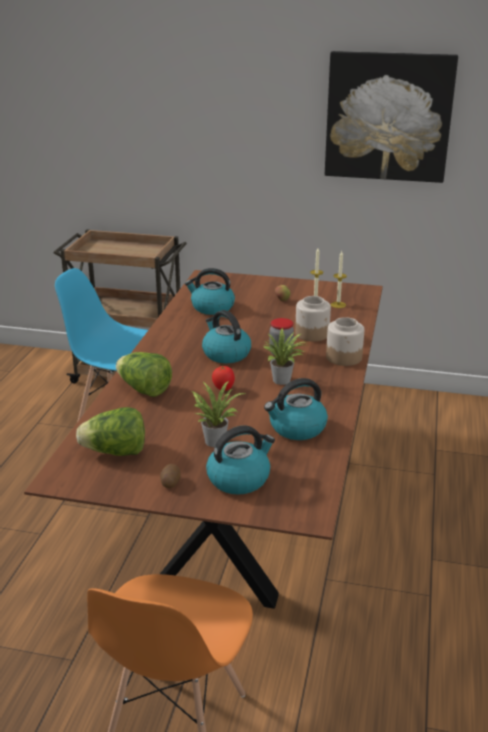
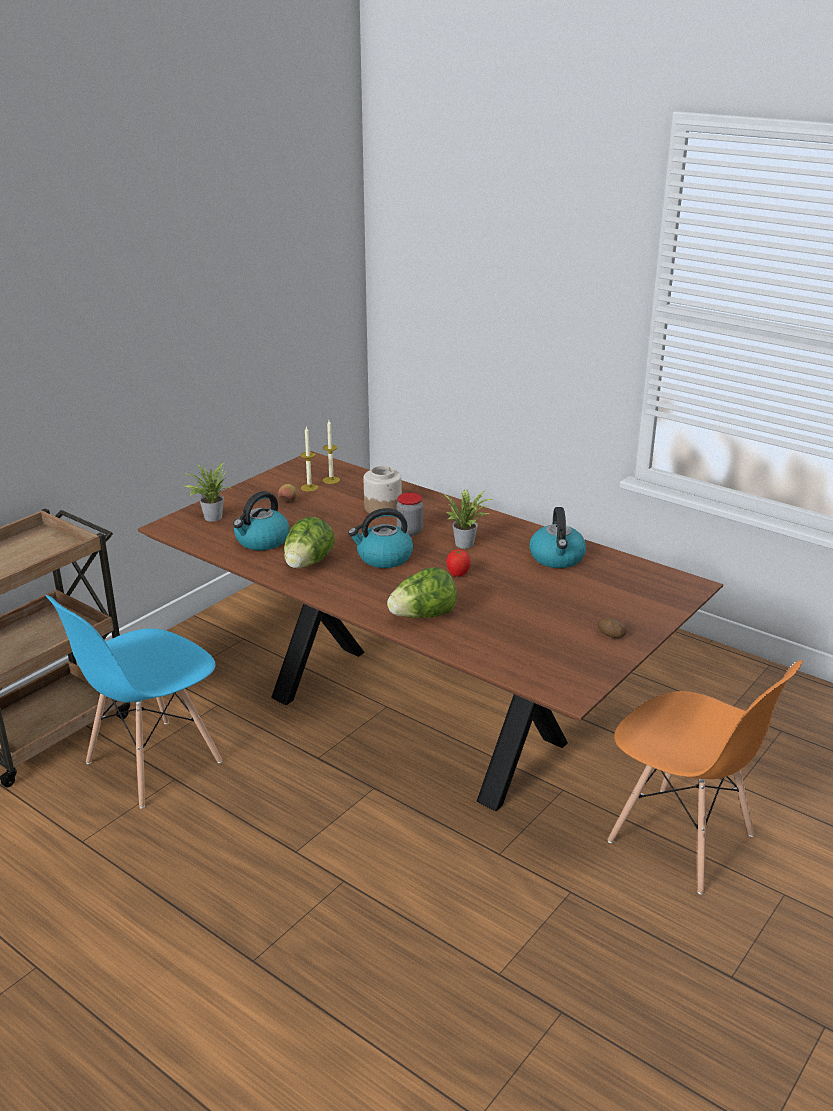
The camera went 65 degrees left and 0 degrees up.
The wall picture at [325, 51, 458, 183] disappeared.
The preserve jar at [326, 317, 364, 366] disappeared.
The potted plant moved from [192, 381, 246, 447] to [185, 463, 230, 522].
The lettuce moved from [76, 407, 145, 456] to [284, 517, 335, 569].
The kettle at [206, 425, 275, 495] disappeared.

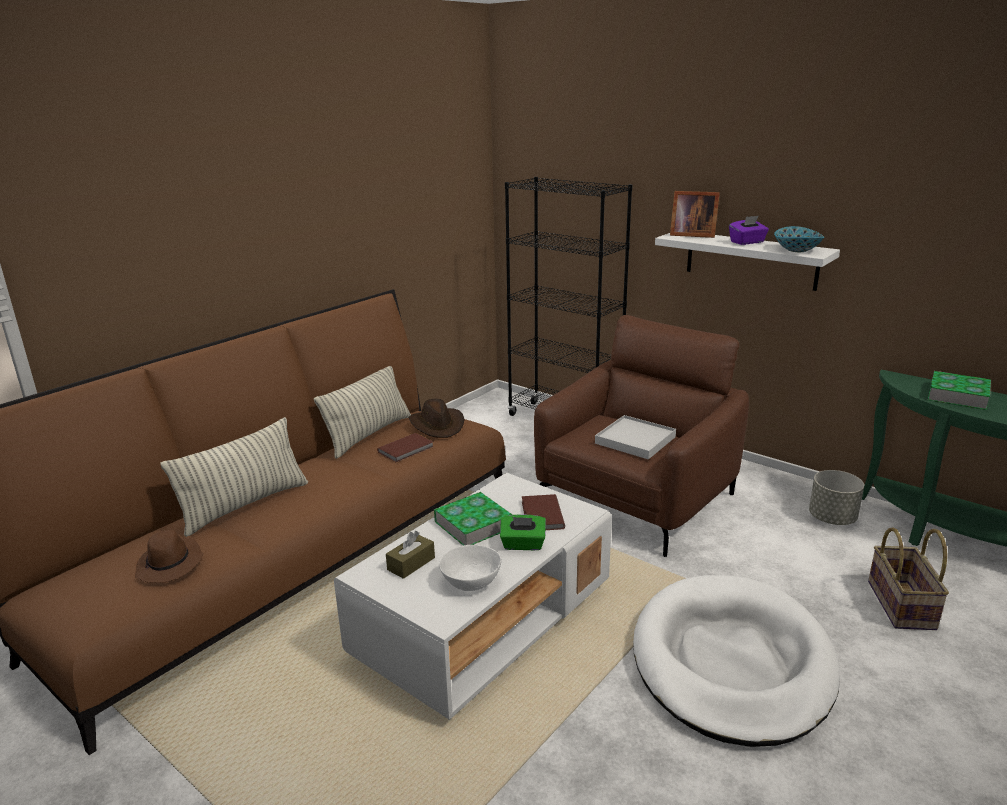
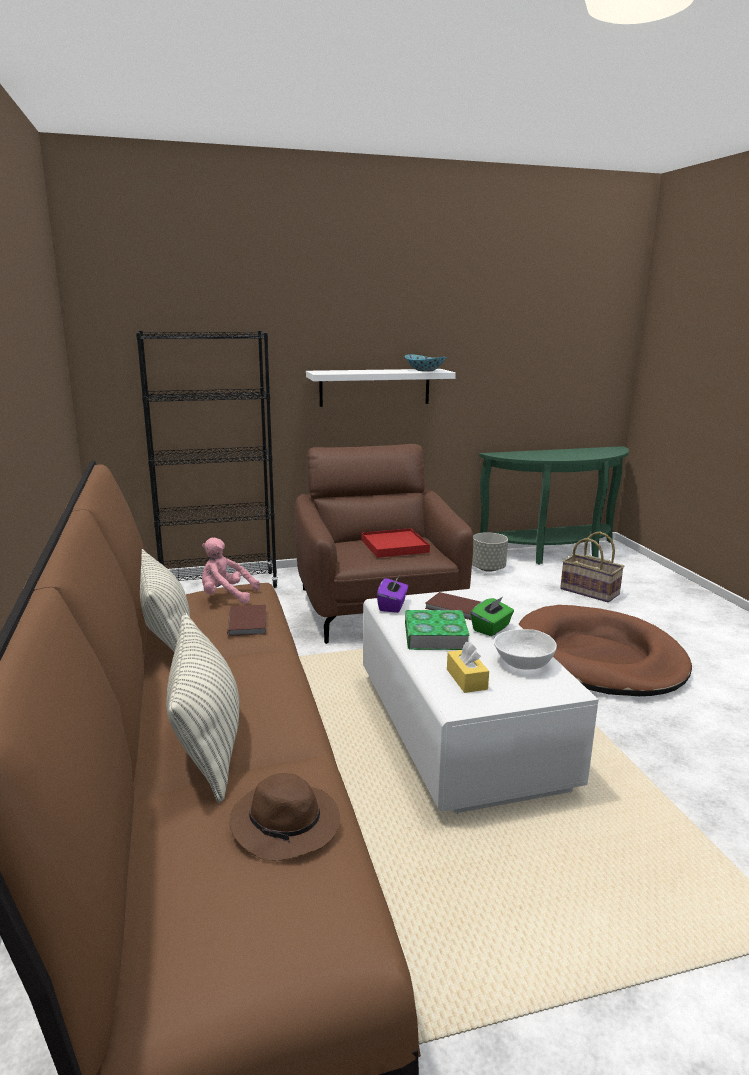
The camera went 55 degrees left and 5 degrees down.
The standing frame at [670, 191, 720, 238] disappeared.
The tissue box (purplish) moved from [729, 216, 769, 245] to [377, 576, 408, 613].
The book at [928, 371, 991, 410] disappeared.
The clothing hat (brownish) at [409, 399, 465, 438] was replaced by the soft toy (pinkish) at [202, 538, 260, 604].
The carrying tray (whitish) at [595, 415, 676, 459] became the carrying tray (reddish) at [361, 528, 430, 558].
The tissue box (brownish) at [386, 531, 435, 579] became the tissue box (yellowish) at [447, 642, 489, 693].
The pet bed (whitish) at [633, 575, 840, 747] became the pet bed (brownish) at [519, 605, 692, 696].

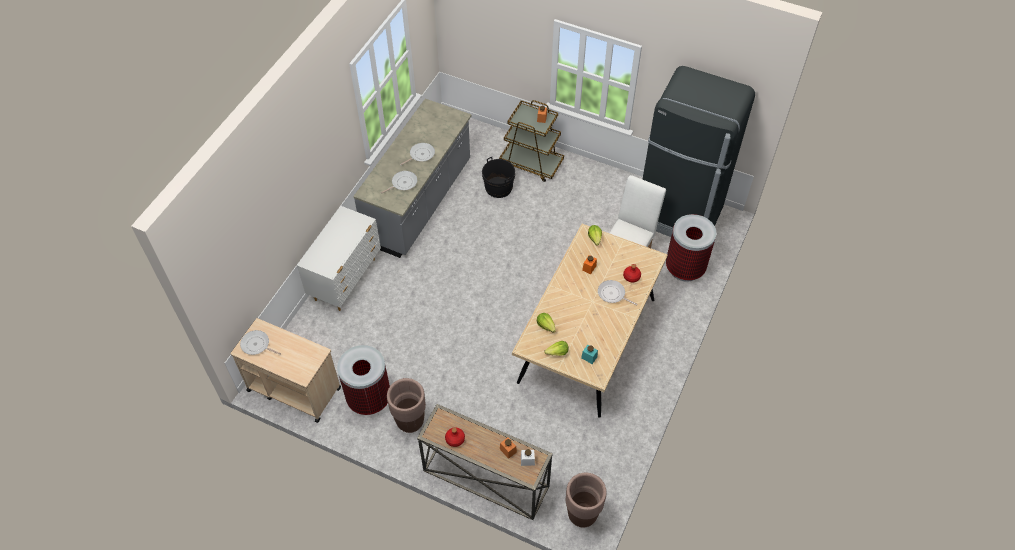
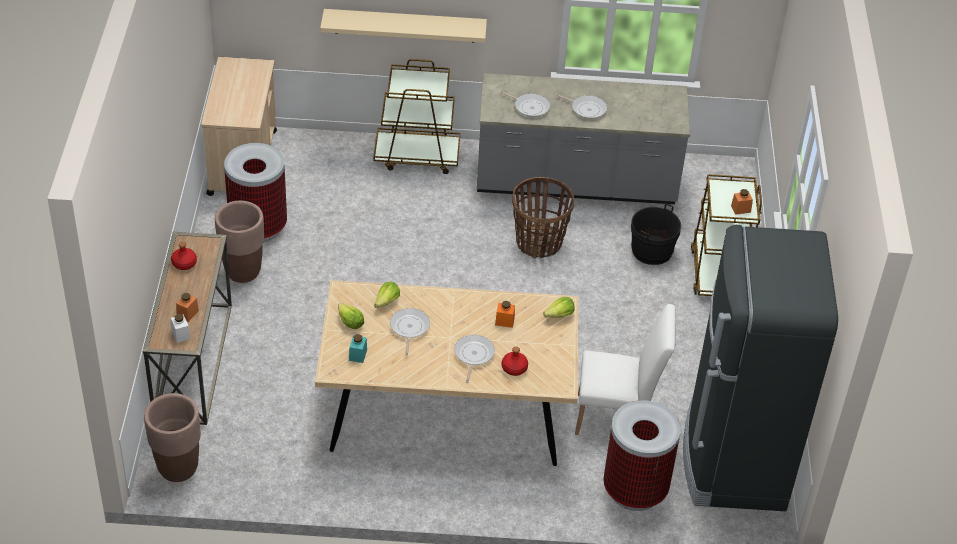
The camera went 65 degrees right and 10 degrees down.
The chest of drawers (whitish) at [297, 206, 381, 311] was replaced by the wheeled cart (brownish) at [373, 59, 460, 174].
The frying pan moved from [240, 330, 281, 355] to [390, 308, 430, 355].
The bracket shelf (beige-coloured) at [320, 9, 487, 43] appeared.
The storage basket at [512, 177, 574, 258] appeared.

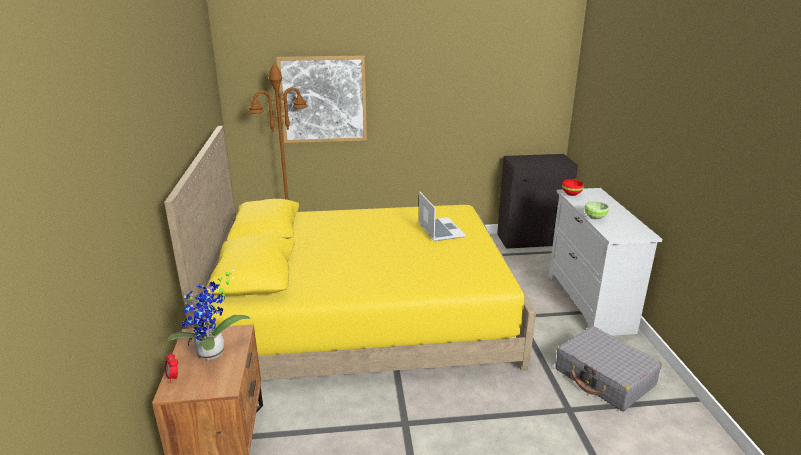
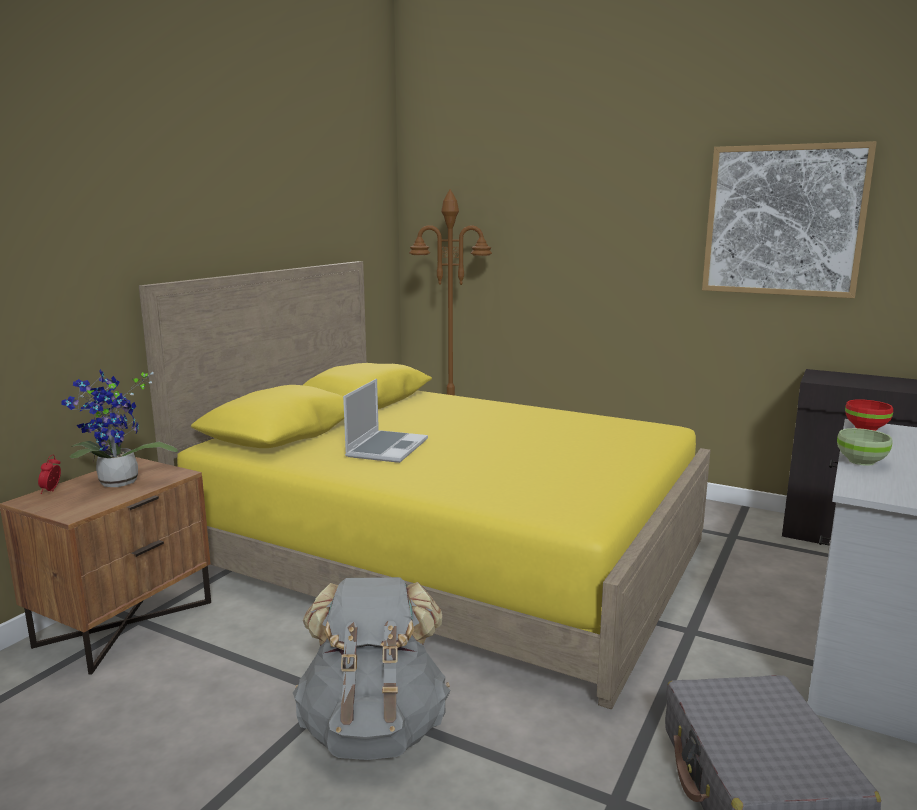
The camera went 35 degrees right and 10 degrees down.
The wall picture moved from [276, 55, 367, 143] to [702, 141, 877, 298].
The portable computer moved from [418, 192, 465, 241] to [343, 379, 428, 463].
The rucksack (gray) at [293, 577, 450, 760] appeared.

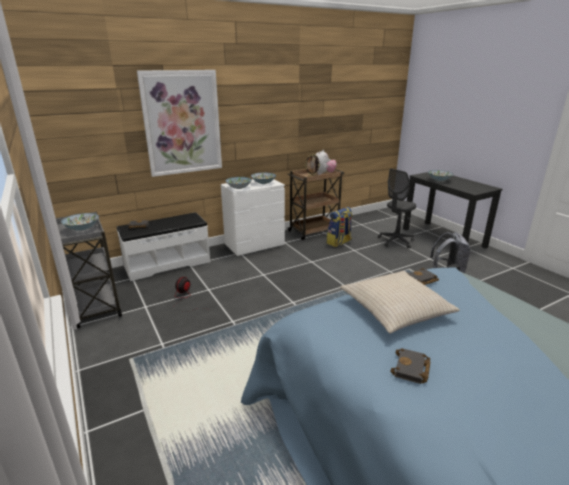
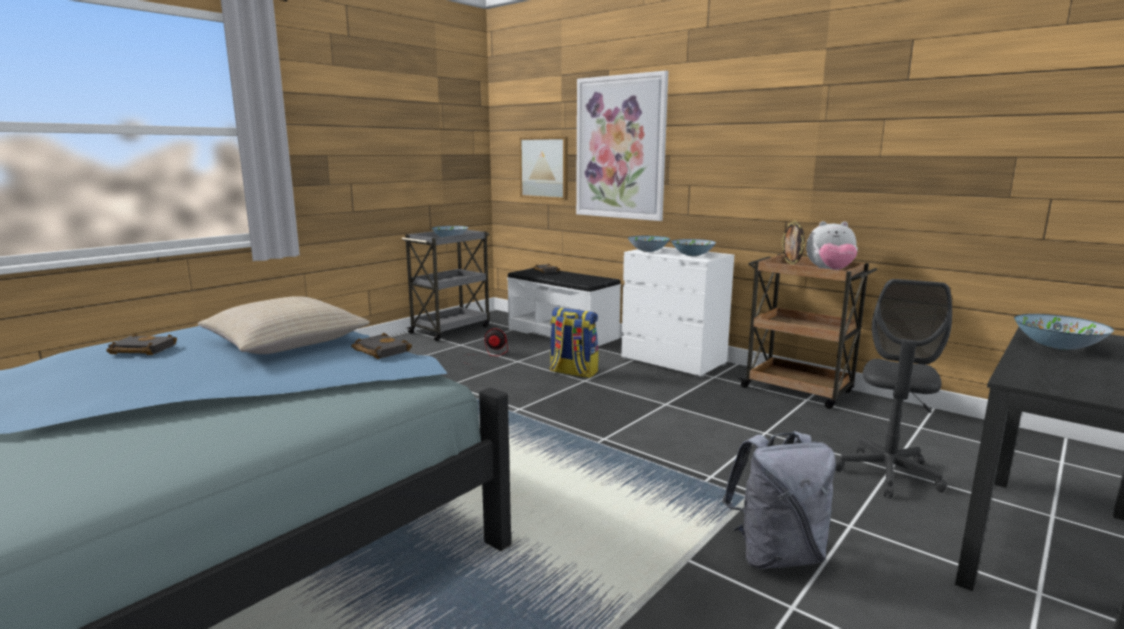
The camera went 70 degrees right and 10 degrees down.
The desk chair (gray) at [378, 169, 416, 248] turned 90 degrees counterclockwise.
The rucksack moved from [327, 207, 353, 247] to [550, 307, 599, 378].
The wall picture at [519, 137, 568, 200] appeared.

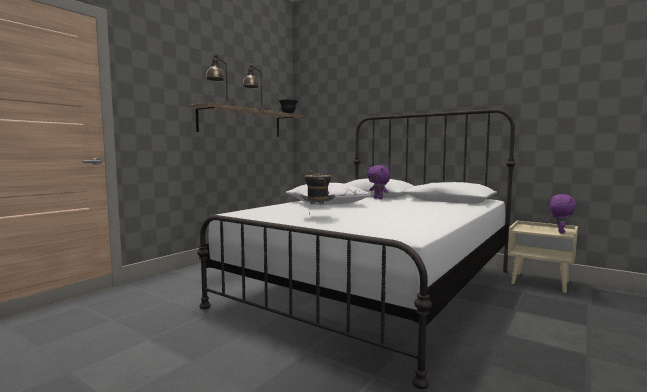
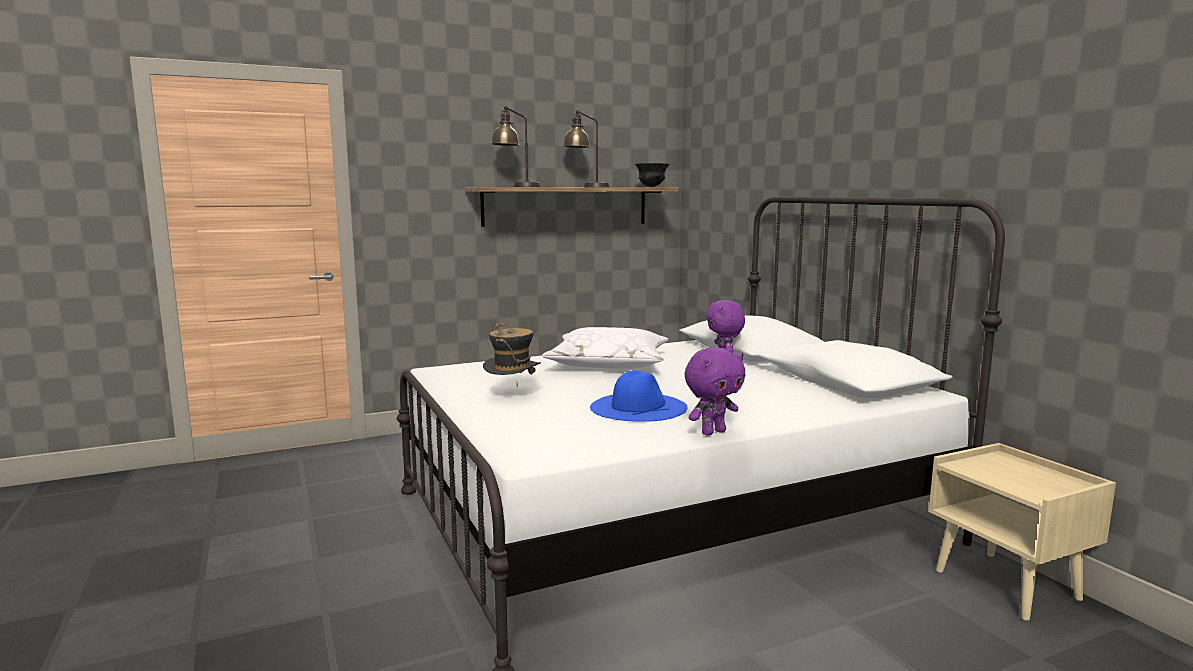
The camera went 30 degrees right and 5 degrees up.
The soft toy (purplish) moved from [550, 194, 577, 234] to [685, 347, 746, 436].
The clothing hat (blue-coloured) at [590, 370, 688, 422] appeared.

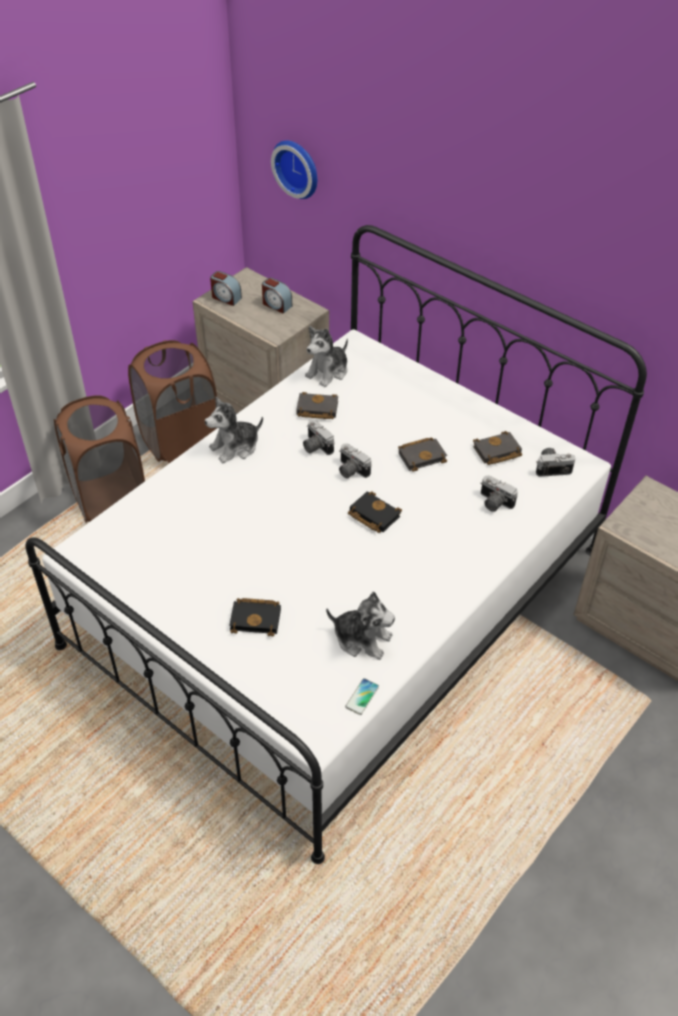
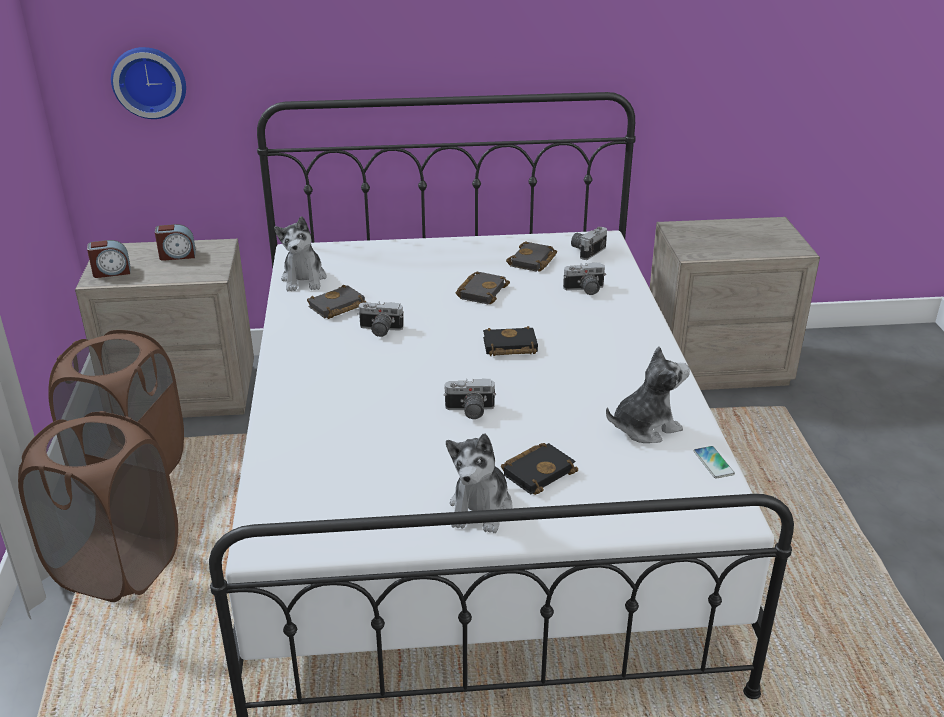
The camera went 45 degrees left and 15 degrees down.
The soft toy moved from [205, 397, 263, 463] to [446, 434, 512, 533].
The photo camera moved from [339, 443, 372, 478] to [443, 379, 496, 419].

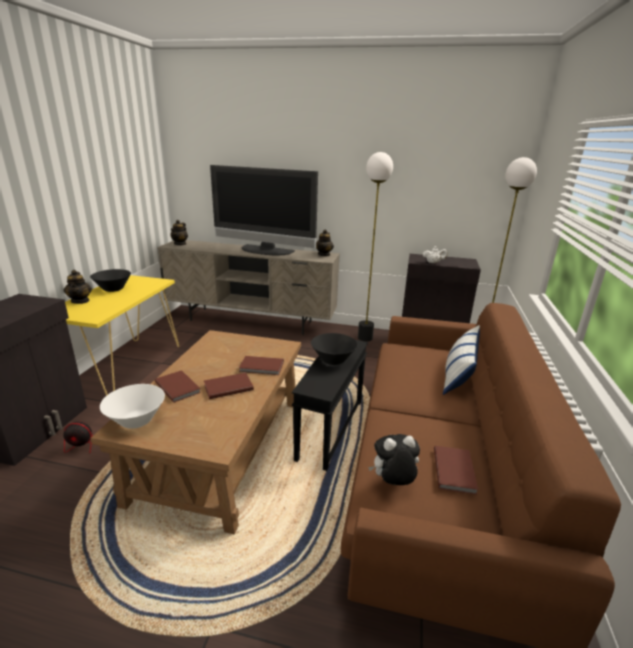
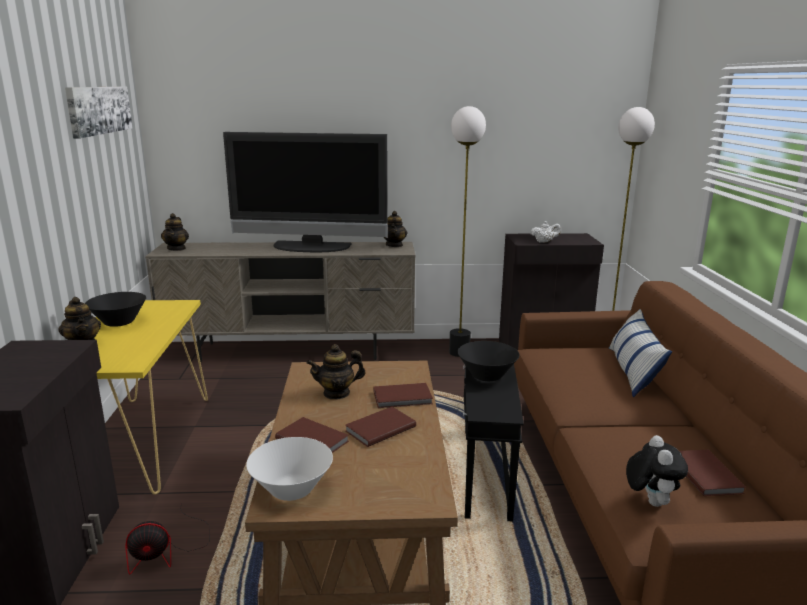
The camera went 15 degrees left and 5 degrees down.
The soft toy at [368, 434, 420, 485] turned 120 degrees clockwise.
The wall picture at [65, 86, 133, 139] appeared.
The teapot at [307, 344, 365, 399] appeared.

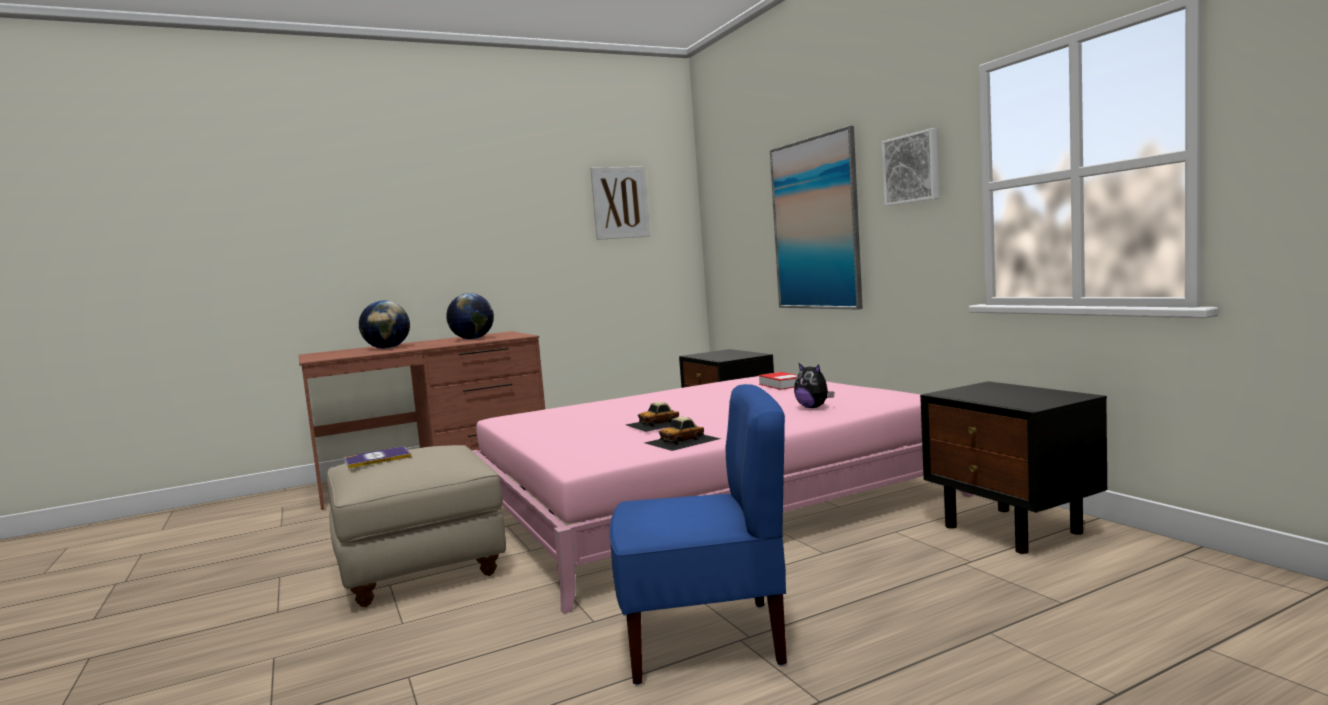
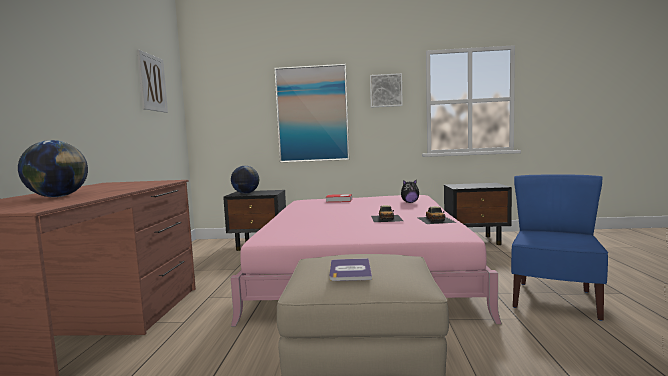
The camera went 60 degrees left and 0 degrees up.
The globe moved from [446, 293, 494, 339] to [231, 166, 259, 194].

